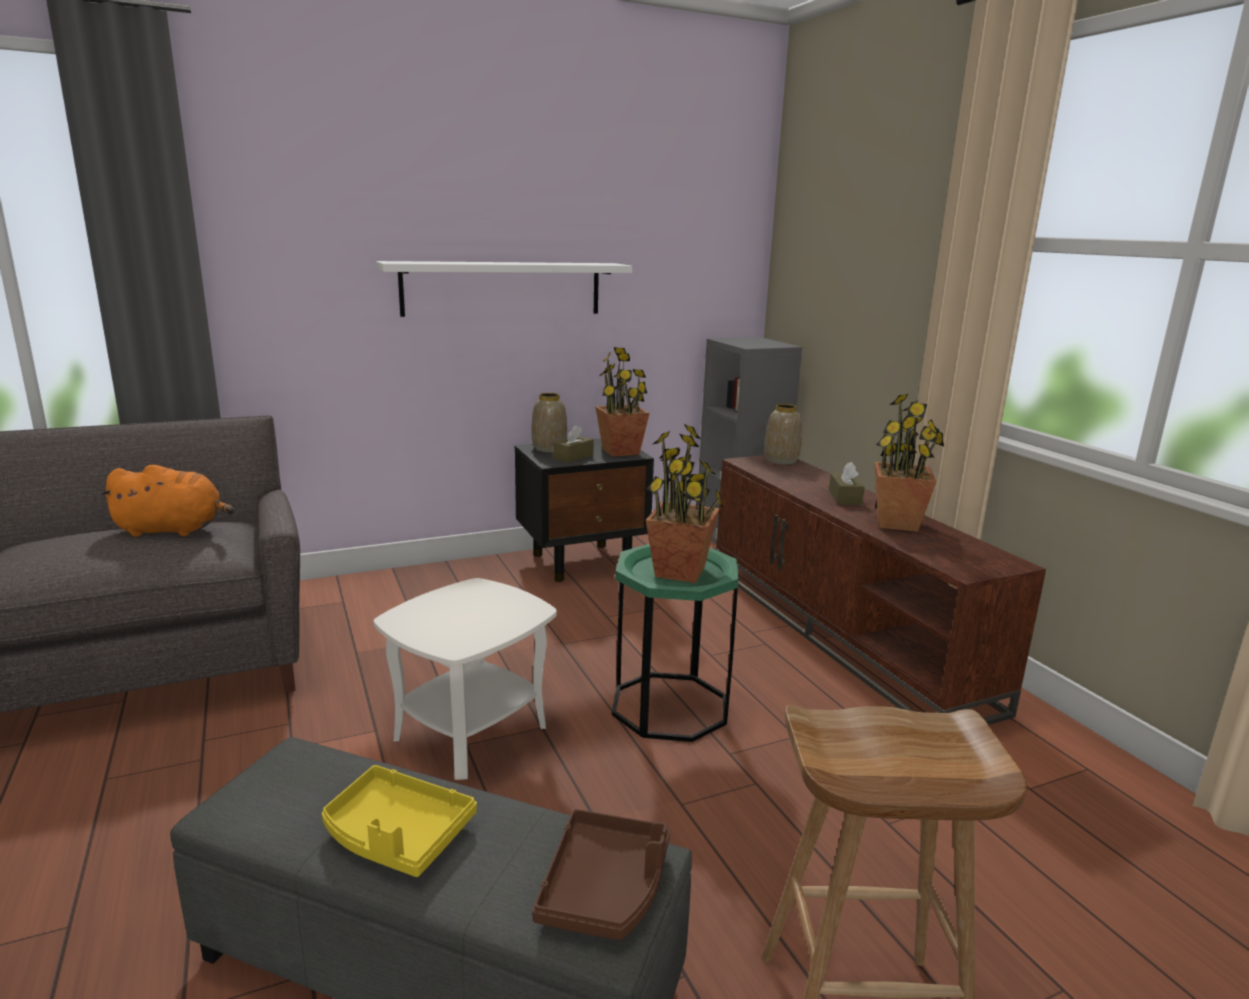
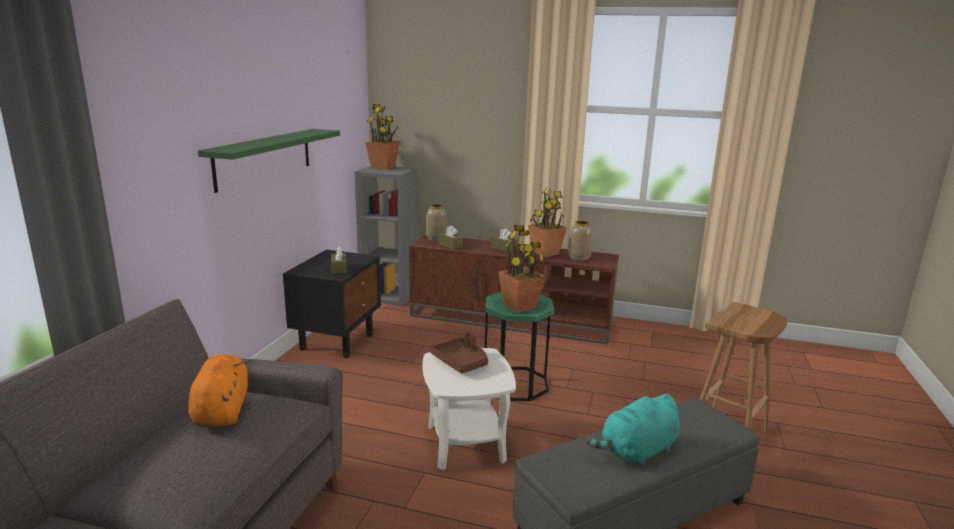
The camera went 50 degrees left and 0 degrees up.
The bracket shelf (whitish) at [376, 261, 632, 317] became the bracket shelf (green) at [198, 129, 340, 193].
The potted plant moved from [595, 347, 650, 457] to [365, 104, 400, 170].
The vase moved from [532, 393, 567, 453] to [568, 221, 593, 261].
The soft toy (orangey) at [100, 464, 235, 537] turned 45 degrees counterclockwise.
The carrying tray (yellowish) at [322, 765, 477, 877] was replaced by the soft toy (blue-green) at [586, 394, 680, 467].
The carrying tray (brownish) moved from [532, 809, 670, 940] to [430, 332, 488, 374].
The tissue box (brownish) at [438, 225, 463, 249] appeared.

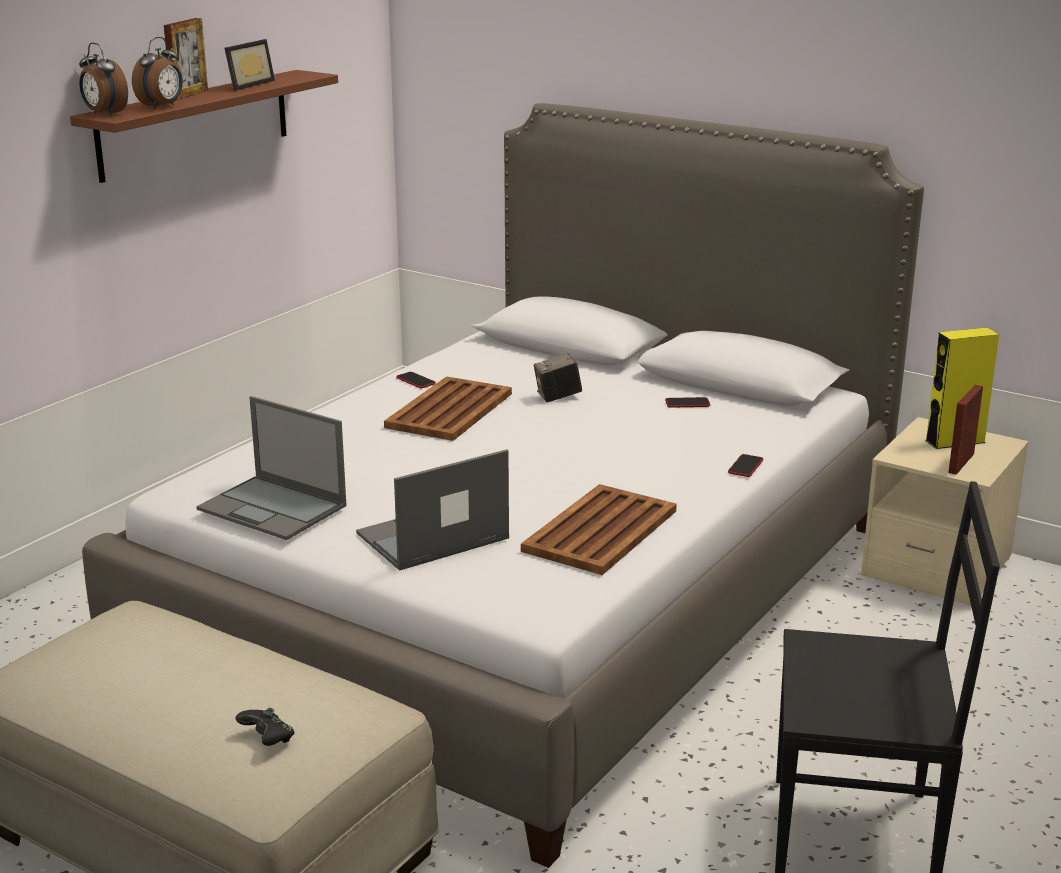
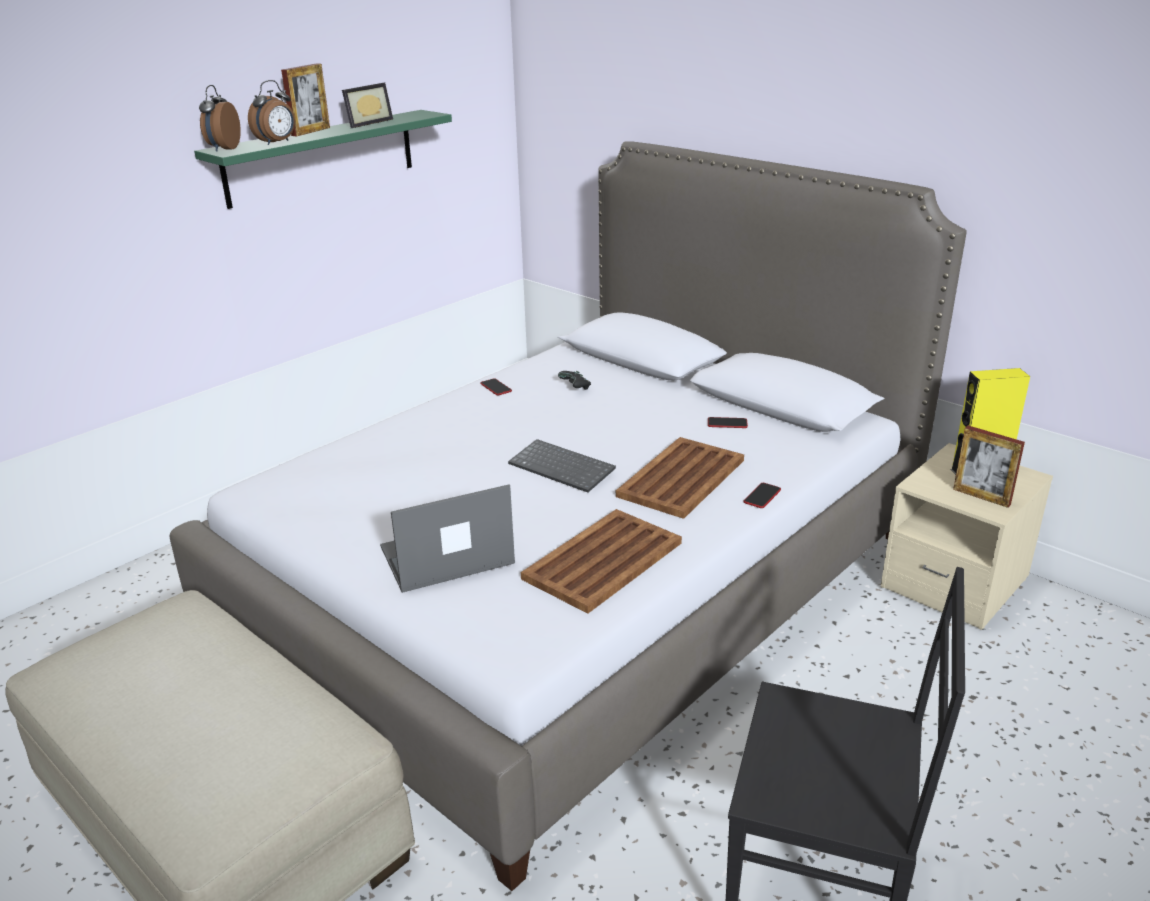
The camera went 10 degrees right and 5 degrees up.
The bedside clock at [79, 43, 128, 116] turned 45 degrees clockwise.
The bracket shelf (brownish) at [70, 70, 338, 183] became the bracket shelf (green) at [194, 110, 452, 209].
The photo camera at [534, 353, 582, 402] disappeared.
The carrying tray (brownish) moved from [384, 376, 512, 441] to [616, 437, 744, 519].
The standing frame at [948, 385, 983, 475] turned 90 degrees counterclockwise.
The portable computer at [196, 396, 347, 540] disappeared.
The joypad (blackish) moved from [236, 708, 295, 746] to [558, 371, 591, 390].
The computer keyboard at [508, 439, 616, 493] appeared.

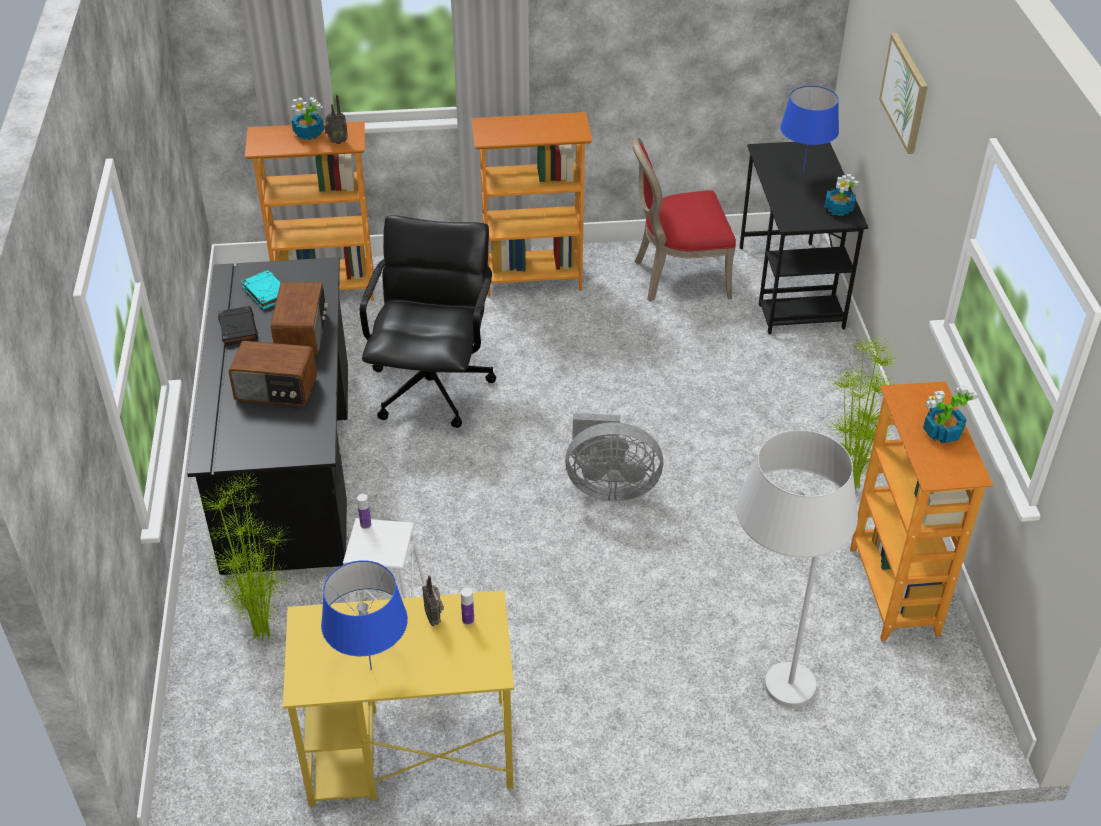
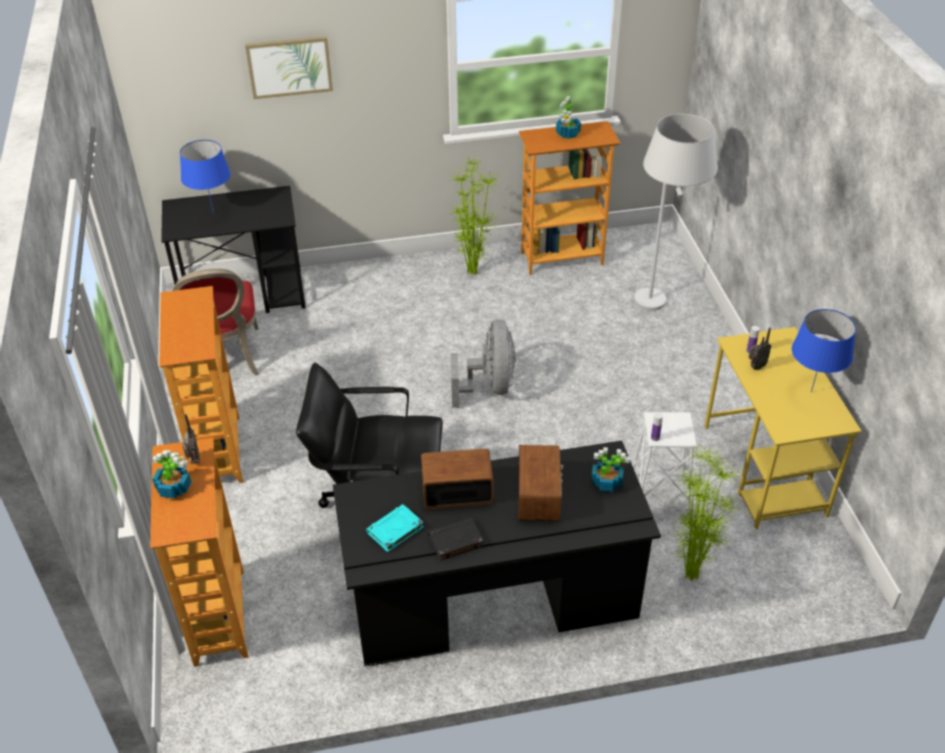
The camera went 95 degrees left and 0 degrees up.
The potted plant moved from [824, 174, 858, 216] to [591, 447, 630, 492].

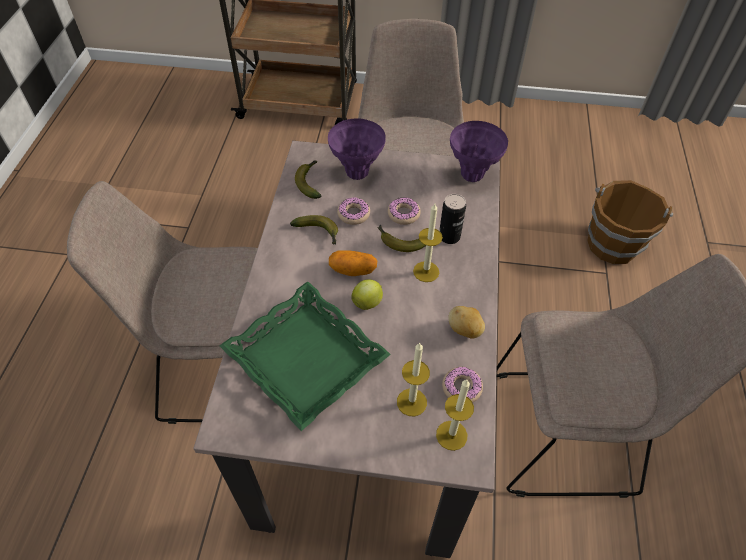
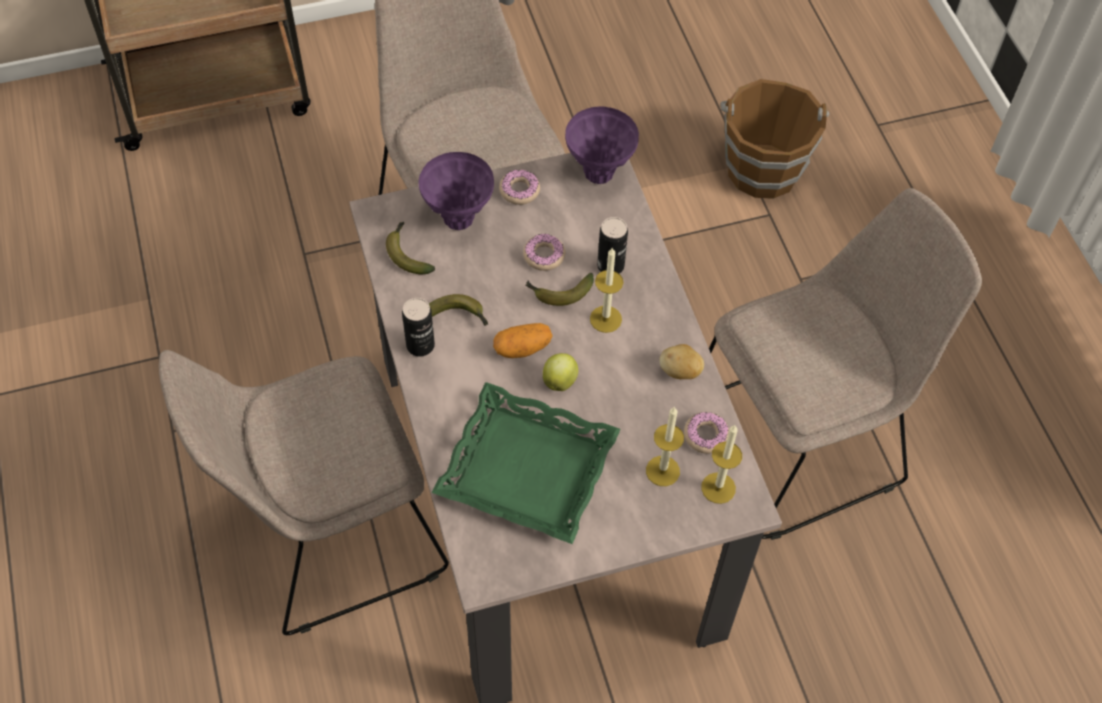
The camera went 25 degrees left and 5 degrees up.
The donut moved from [337, 197, 370, 225] to [499, 169, 540, 205].
The can at [402, 298, 435, 357] appeared.

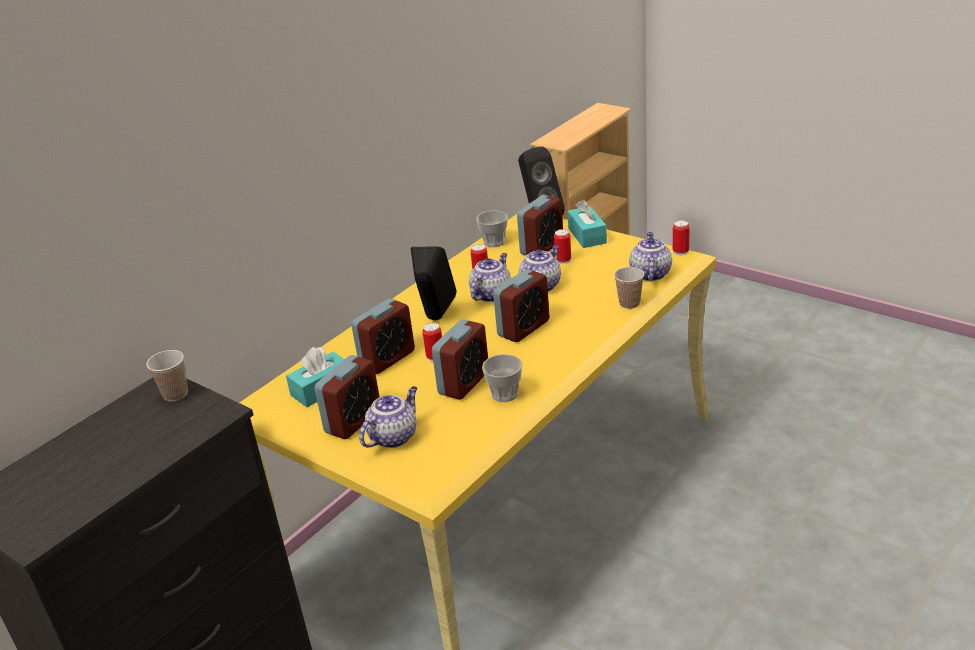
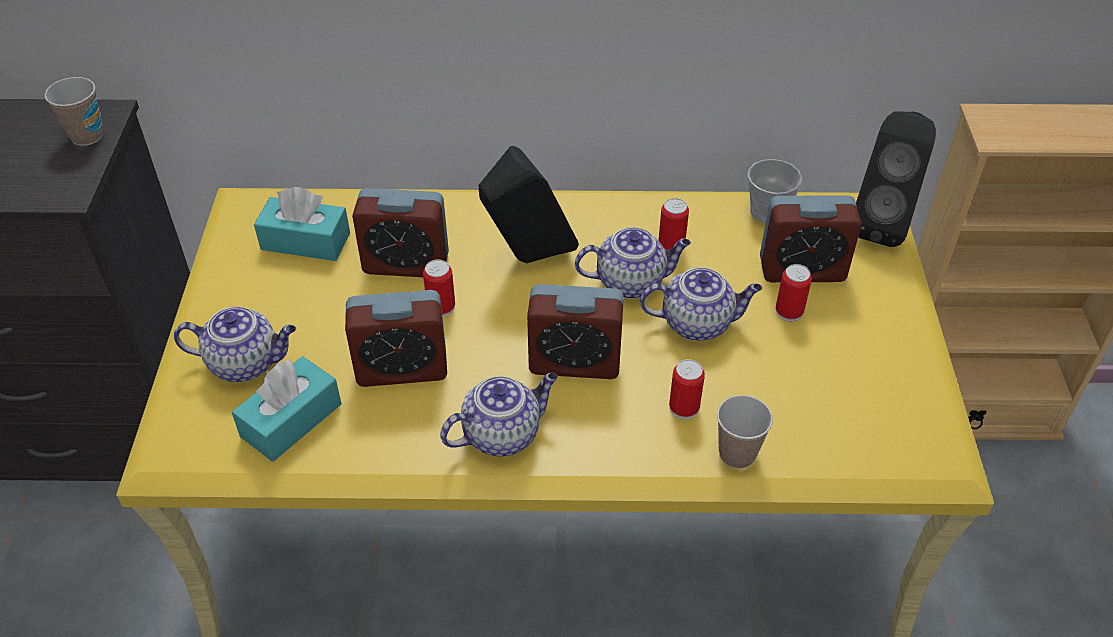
The camera went 50 degrees right and 15 degrees up.
The tissue box (blue-green) moved from [568, 200, 607, 248] to [232, 356, 341, 462].
The can moved from [673, 220, 690, 255] to [669, 359, 705, 419].
The teapot moved from [629, 232, 672, 281] to [440, 373, 558, 456].
The small cup at [482, 354, 522, 402] disappeared.
The bedside clock at [314, 355, 380, 439] disappeared.

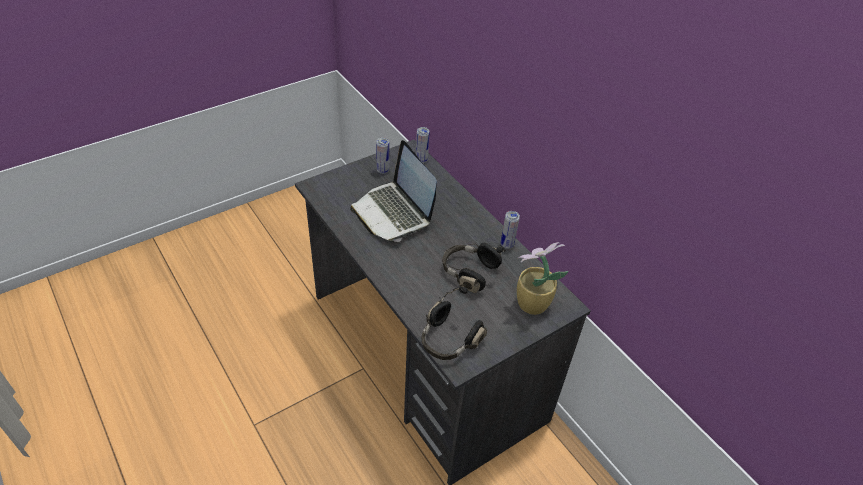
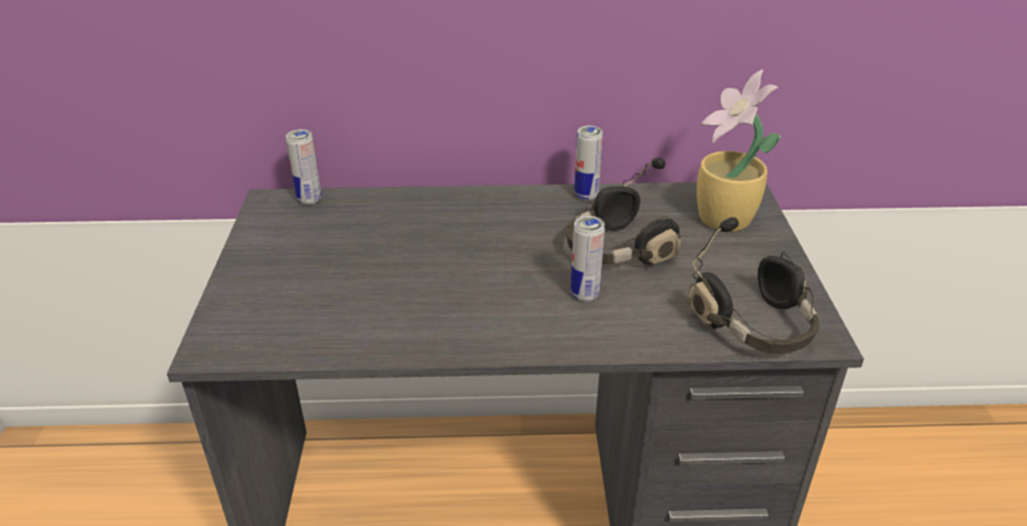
The camera went 55 degrees left and 10 degrees down.
The can moved from [376, 137, 389, 174] to [571, 216, 605, 302].
The portable computer at [350, 140, 437, 242] disappeared.

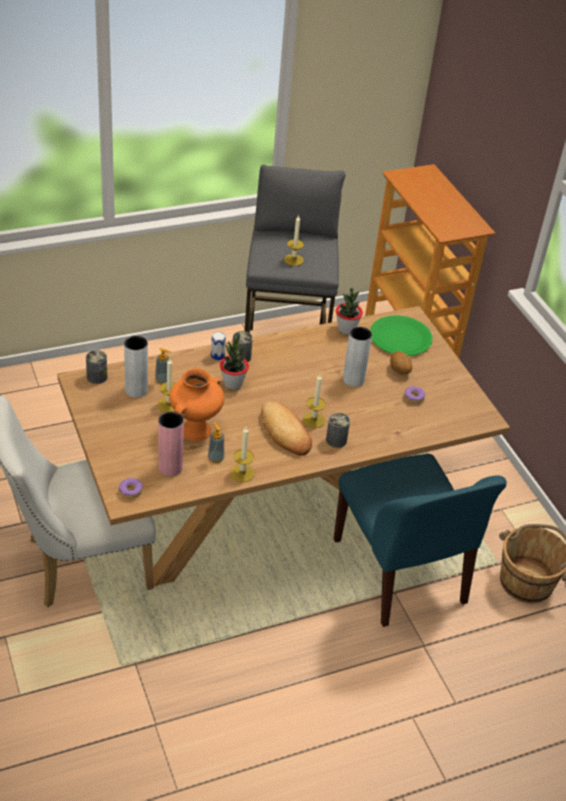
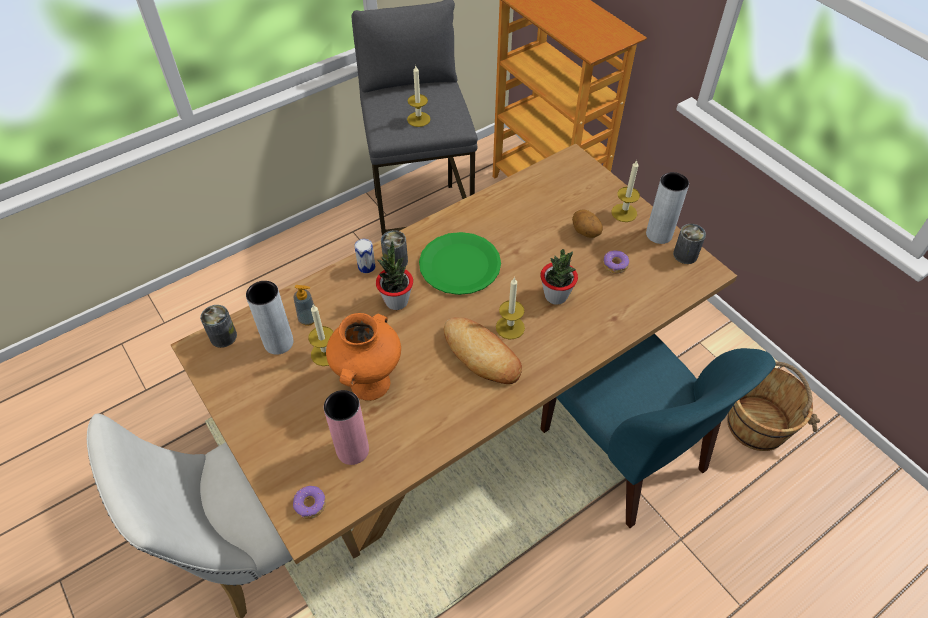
The camera went 10 degrees left and 10 degrees up.
The potted plant moved from [336, 288, 363, 335] to [540, 249, 578, 305].
The plate (green) moved from [370, 315, 432, 356] to [419, 232, 501, 295].
The vase (gray) moved from [343, 327, 372, 387] to [646, 172, 689, 244].
The can moved from [326, 413, 350, 448] to [673, 224, 706, 264].
The liquid soap bottle at [208, 422, 224, 463] disappeared.
The candle moved from [231, 427, 255, 482] to [612, 161, 640, 222].

